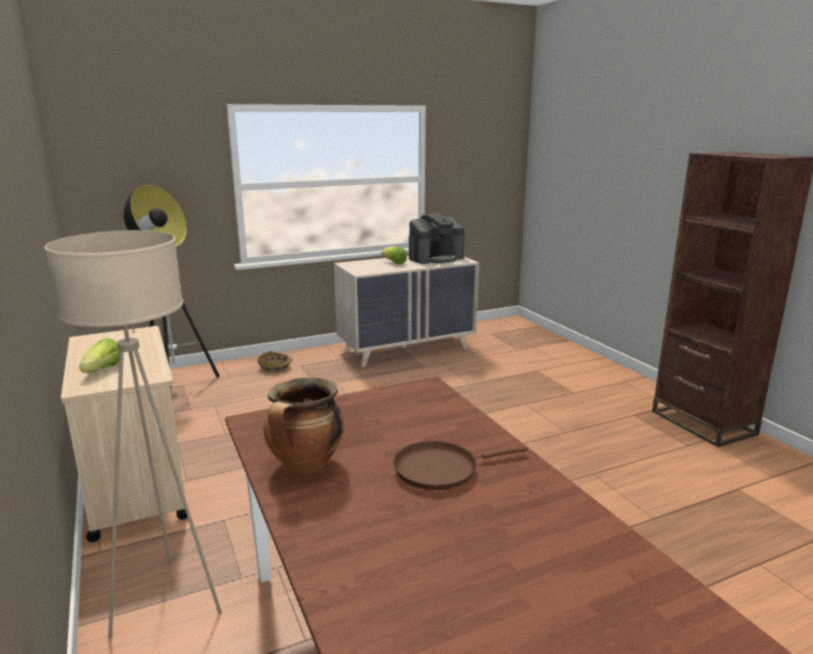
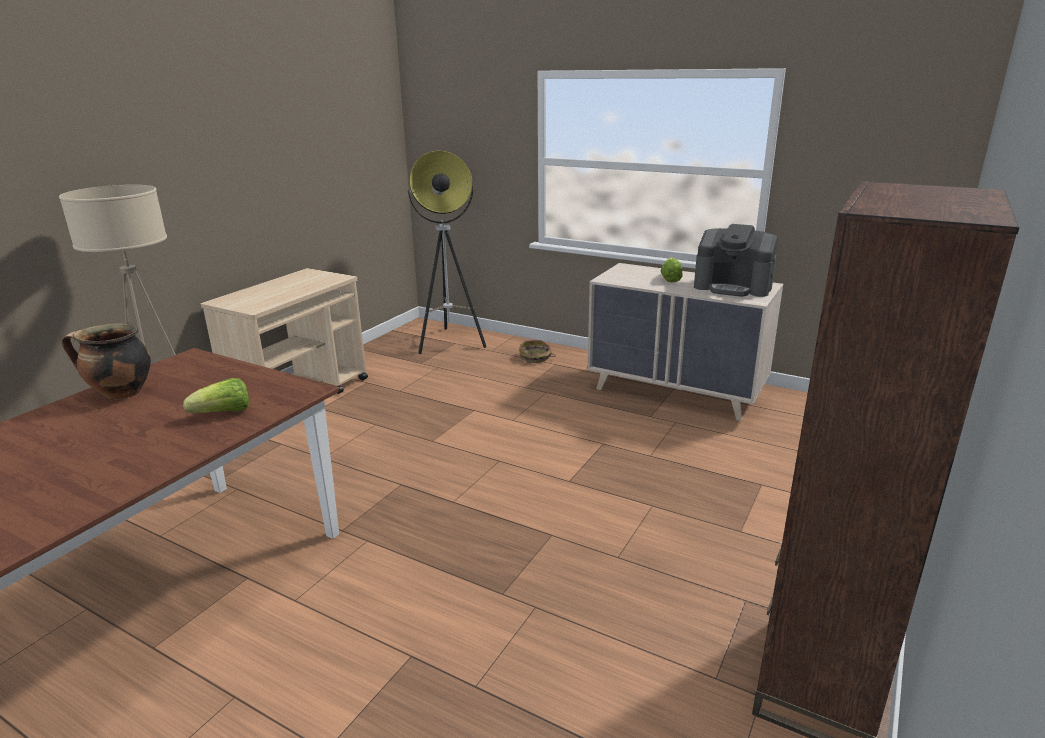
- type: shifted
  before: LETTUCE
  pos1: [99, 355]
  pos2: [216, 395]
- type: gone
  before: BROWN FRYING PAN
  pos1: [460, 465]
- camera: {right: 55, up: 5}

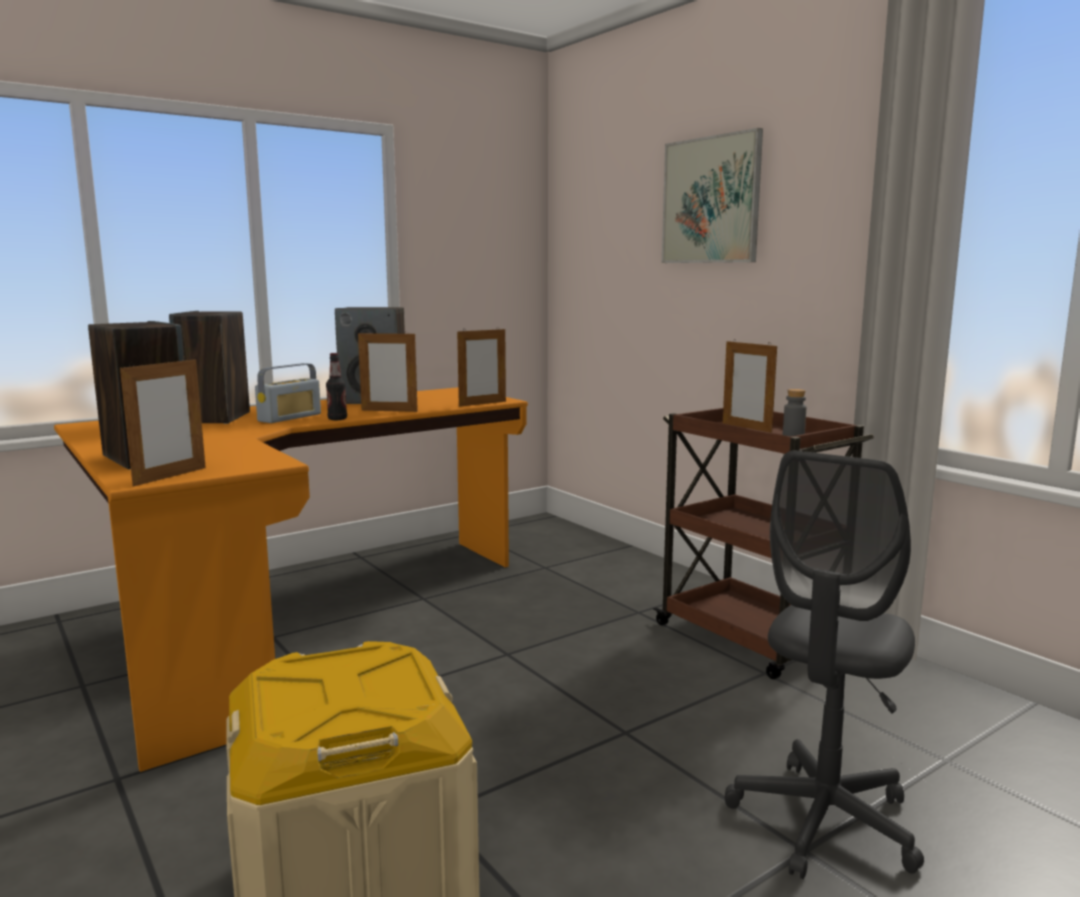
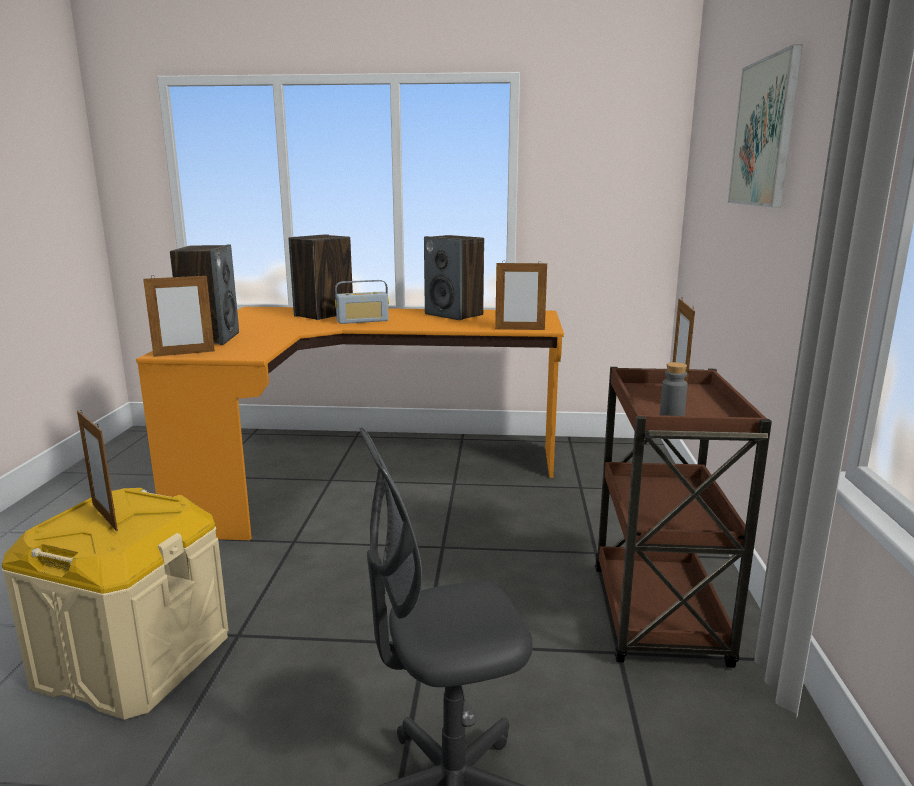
- type: shifted
  before: PICTURE FRAME
  pos1: [388, 371]
  pos2: [97, 470]
- type: gone
  before: BOTTLE
  pos1: [336, 386]
- camera: {right: 40, up: 5}

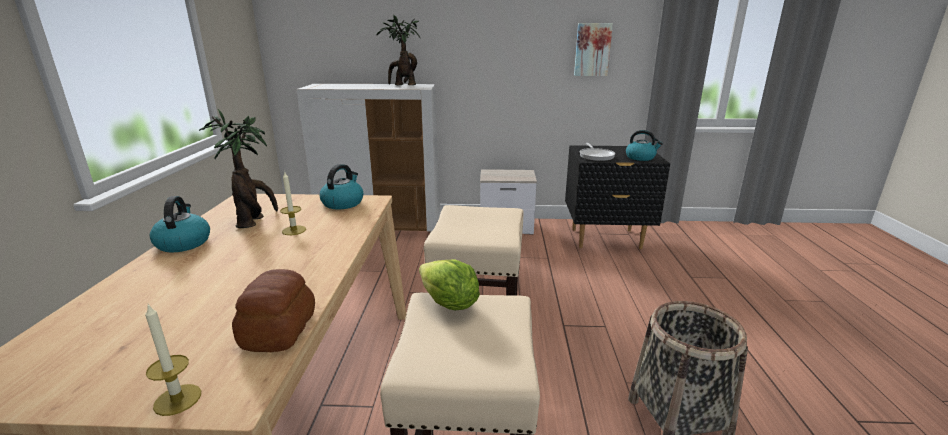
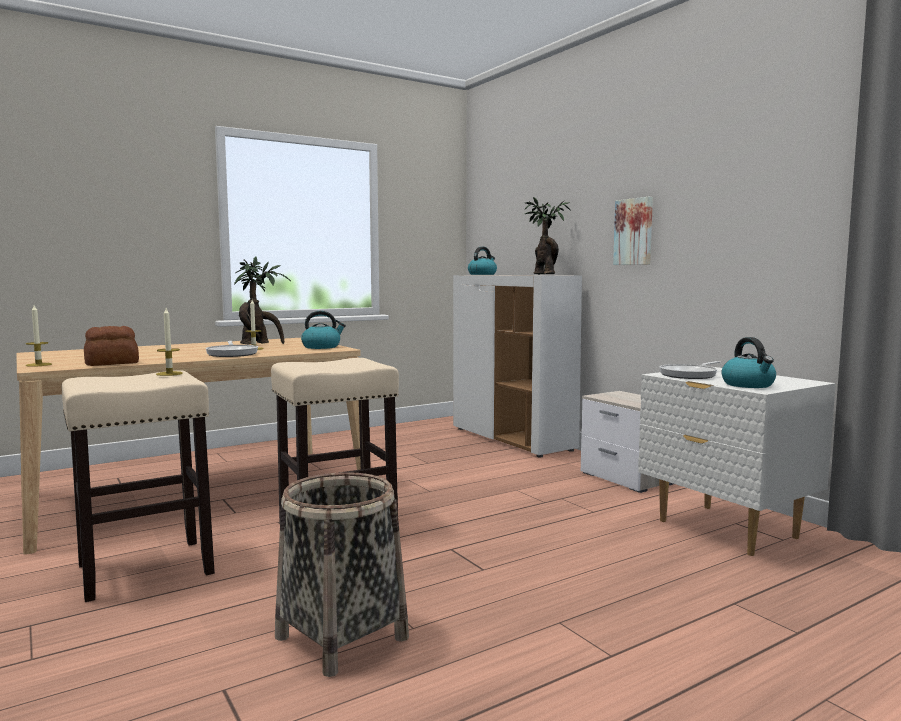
- type: shifted
  before: PICTURE
  pos1: [593, 49]
  pos2: [633, 231]
- type: repainted
  before: BLACK NIGHTSTAND
  after: WHITE NIGHTSTAND
  pos1: [617, 197]
  pos2: [737, 461]
- type: shifted
  before: KETTLE
  pos1: [180, 224]
  pos2: [482, 261]
- type: swapped
  before: LETTUCE
  after: CANDLE
  pos1: [449, 285]
  pos2: [169, 342]
- type: new
  after: FRYING PAN
  pos2: [232, 349]
- camera: {right: 55, up: -15}

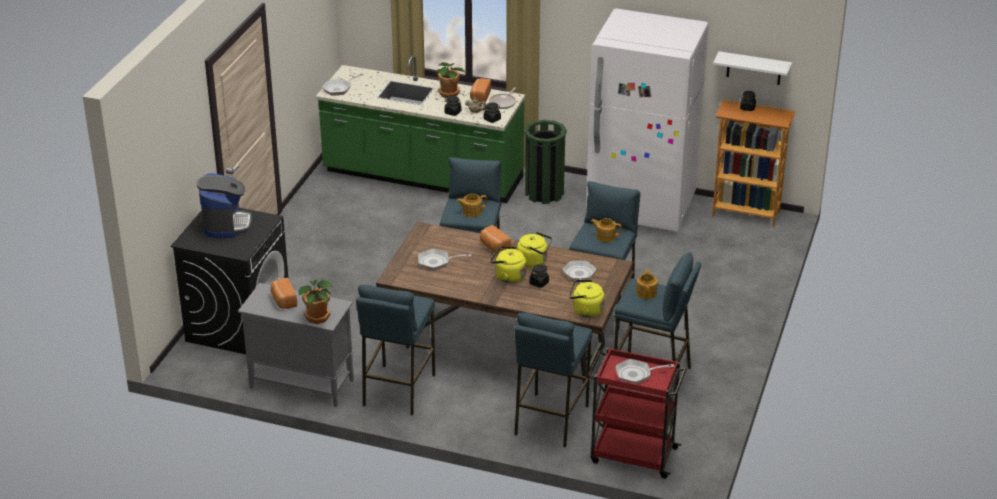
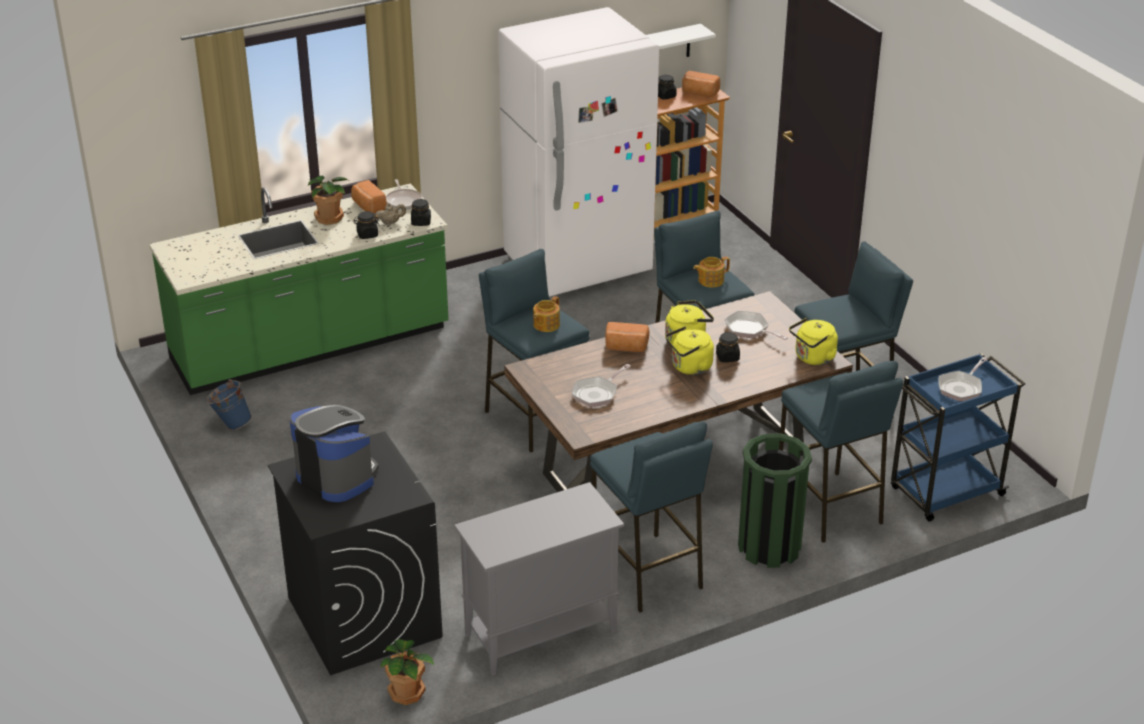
- type: gone
  before: FRYING PAN
  pos1: [343, 84]
- type: shifted
  before: GREEN TRASH CAN
  pos1: [545, 162]
  pos2: [775, 501]
- type: gone
  before: TEAPOT
  pos1: [647, 284]
- type: shifted
  before: BREAD
  pos1: [284, 293]
  pos2: [701, 84]
- type: shifted
  before: POTTED PLANT
  pos1: [315, 302]
  pos2: [407, 672]
- type: repainted
  before: RED CART
  after: BLUE CART
  pos1: [637, 413]
  pos2: [958, 437]
- type: new
  after: BLUE BUCKET
  pos2: [229, 404]
- camera: {right: -45, up: 0}

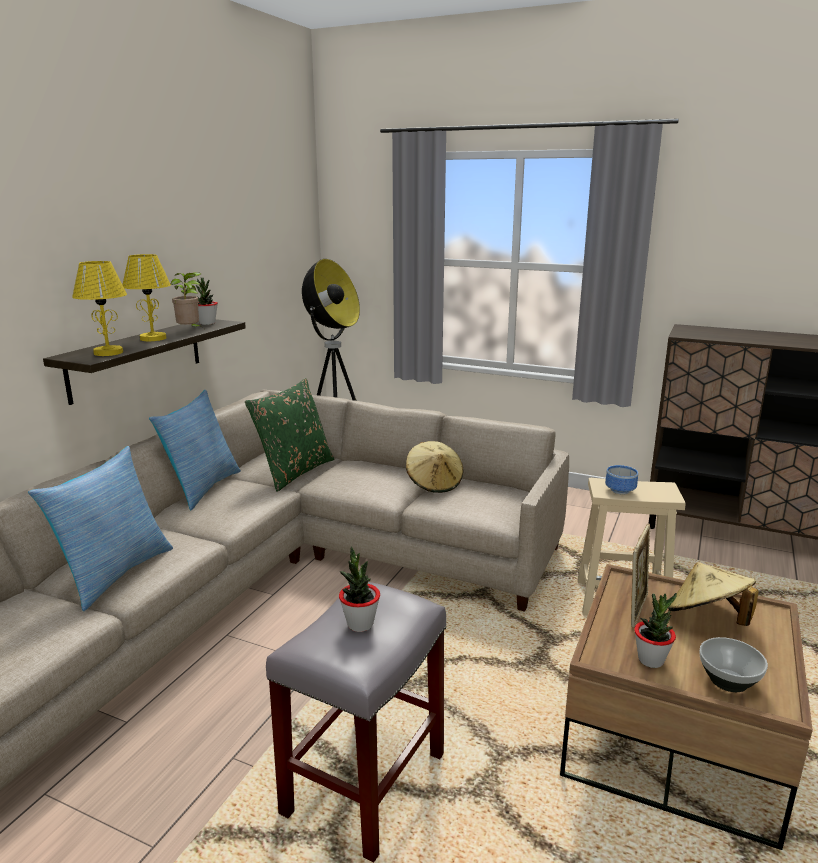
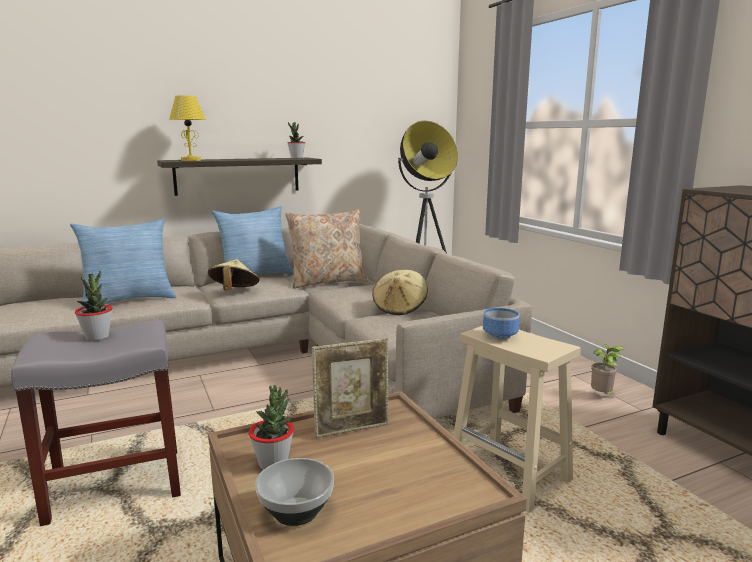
- type: gone
  before: YELLOW TABLE LAMP
  pos1: [146, 297]
- type: shifted
  before: POTTED PLANT
  pos1: [186, 299]
  pos2: [608, 369]
- type: repainted
  before: GREEN PILLOW
  after: BEIGE PILLOW
  pos1: [289, 435]
  pos2: [326, 249]
- type: shifted
  before: BEIGE HAT
  pos1: [713, 594]
  pos2: [233, 275]
- camera: {right: 40, up: -5}

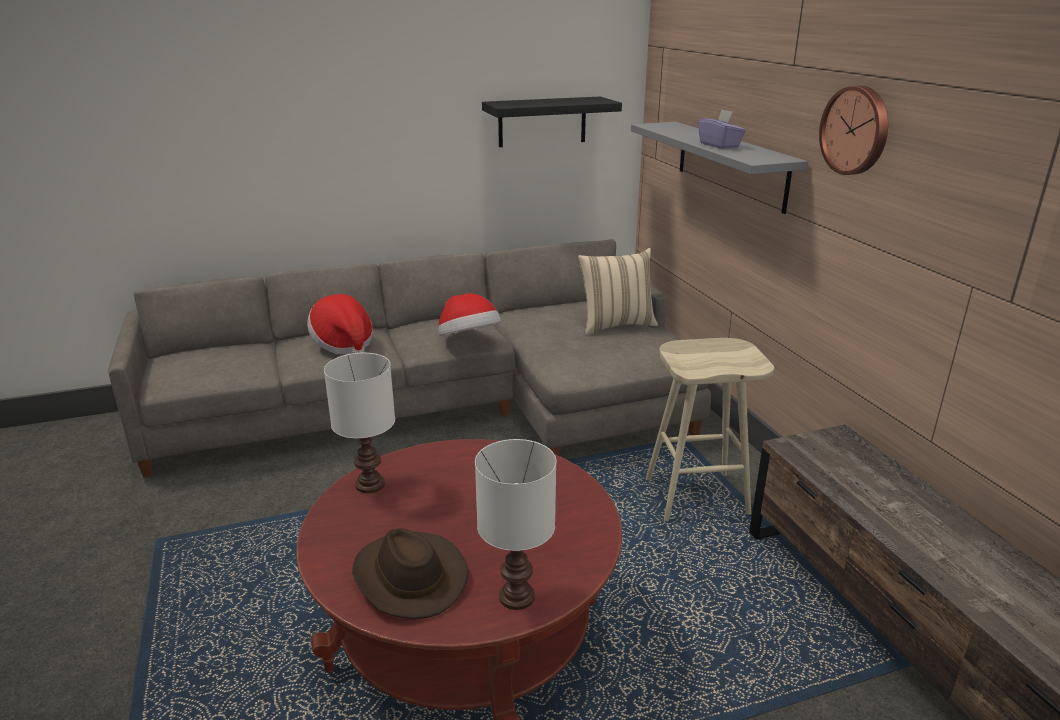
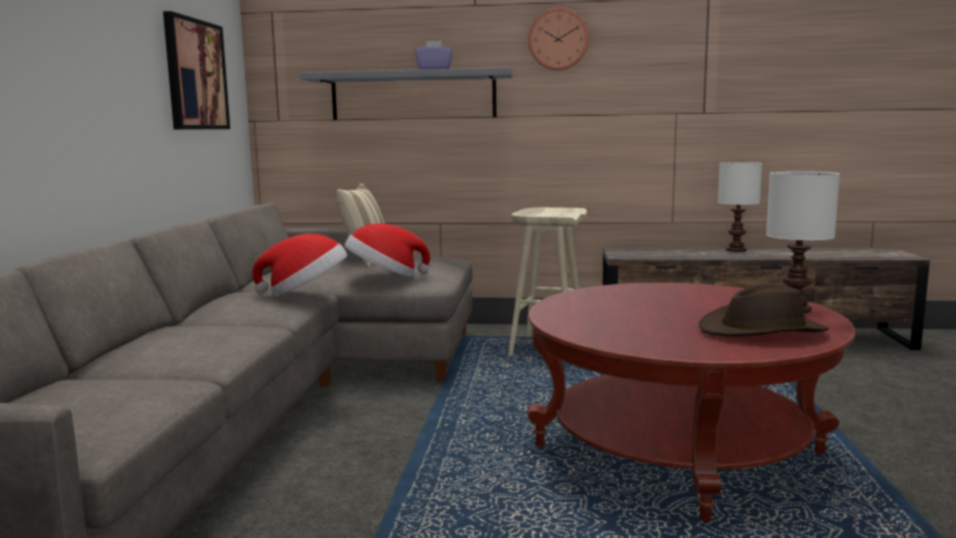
- type: swapped
  before: BLACK SHELF
  after: PICTURE
  pos1: [552, 121]
  pos2: [196, 70]
- type: shifted
  before: HAT
  pos1: [340, 324]
  pos2: [387, 250]
- type: shifted
  before: WHITE TABLE LAMP
  pos1: [359, 423]
  pos2: [740, 207]
- camera: {right: -65, up: -15}

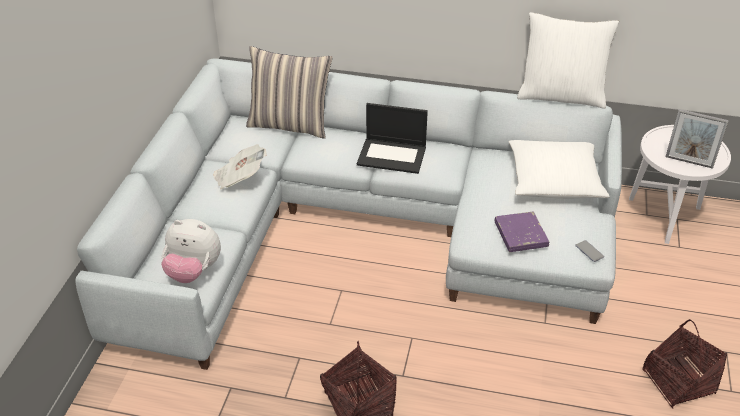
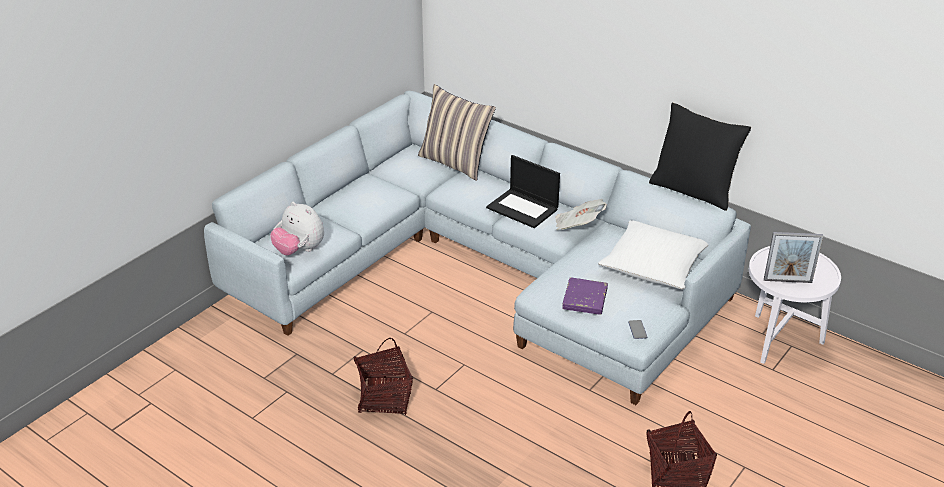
- type: repainted
  before: WHITE PILLOW
  after: BLACK PILLOW
  pos1: [568, 60]
  pos2: [700, 156]
- type: rotated
  before: PICTURE FRAME
  pos1: [697, 139]
  pos2: [793, 257]
  turn: -45
- type: shifted
  before: NEWSPAPER
  pos1: [240, 167]
  pos2: [581, 214]
- camera: {right: 25, up: -5}

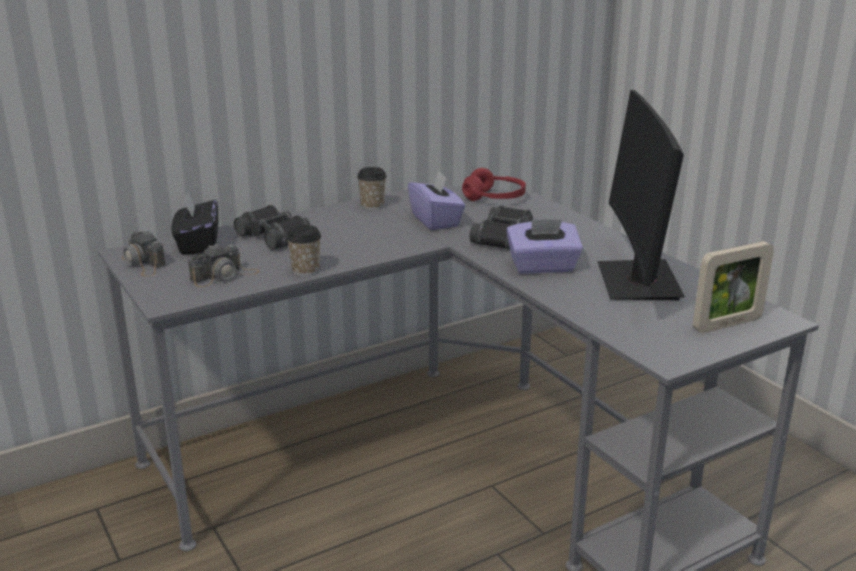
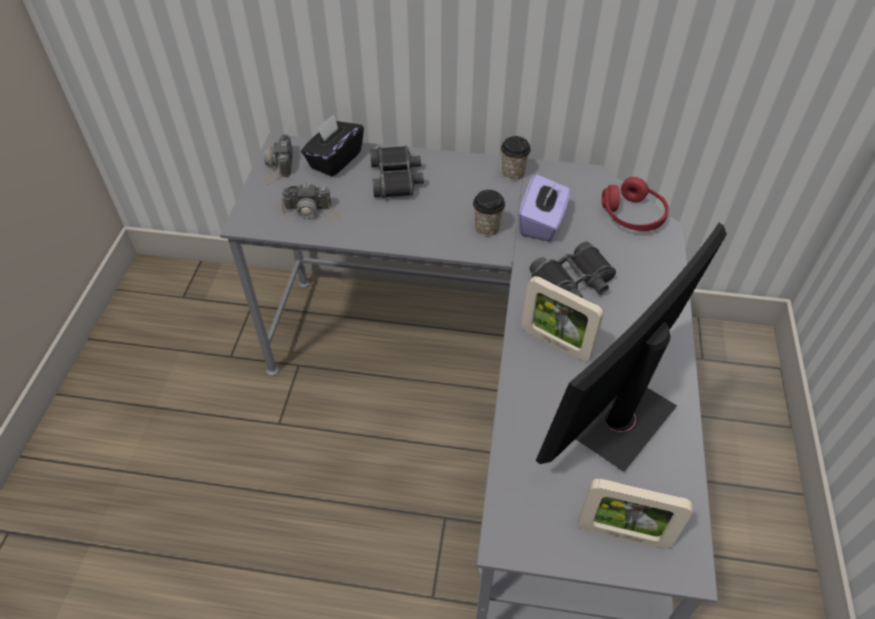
- type: swapped
  before: PURPLE TISSUE BOX
  after: PICTURE FRAME
  pos1: [544, 246]
  pos2: [563, 318]
- type: shifted
  before: CUP
  pos1: [303, 250]
  pos2: [489, 213]
- camera: {right: 40, up: 25}

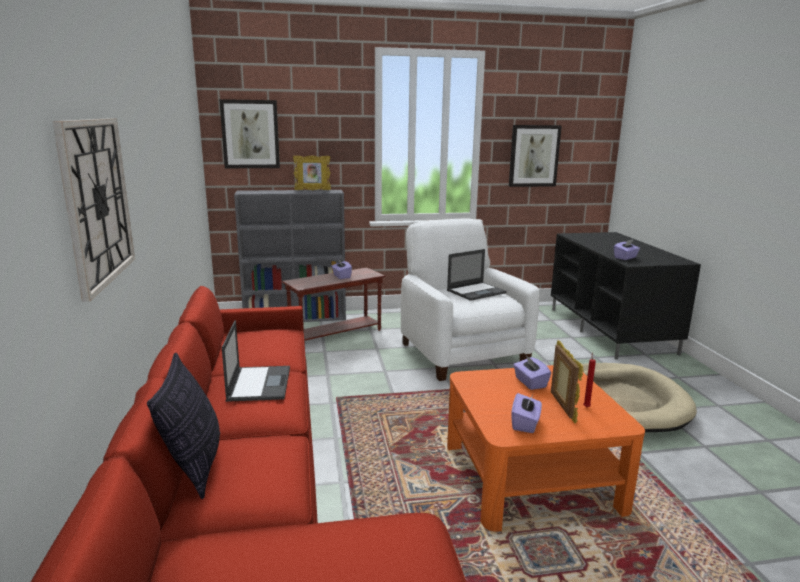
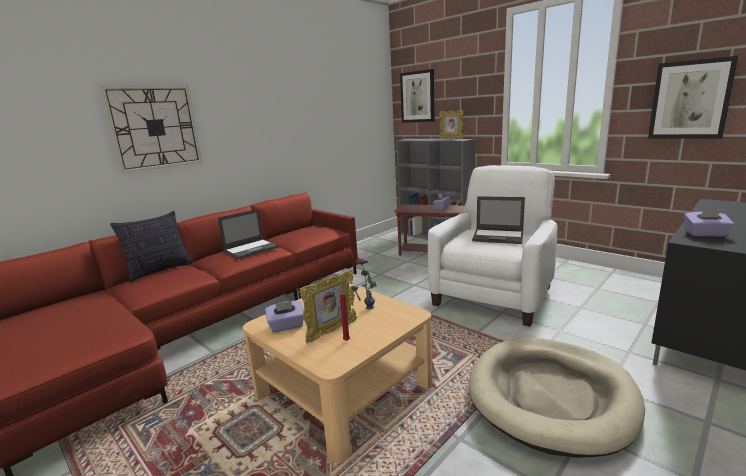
- type: swapped
  before: PURPLE TISSUE BOX
  after: VASE
  pos1: [532, 372]
  pos2: [364, 283]
- type: repainted
  before: ORANGE COFFEE TABLE
  after: BEIGE COFFEE TABLE
  pos1: [546, 448]
  pos2: [337, 372]
- camera: {right: 55, up: 0}

